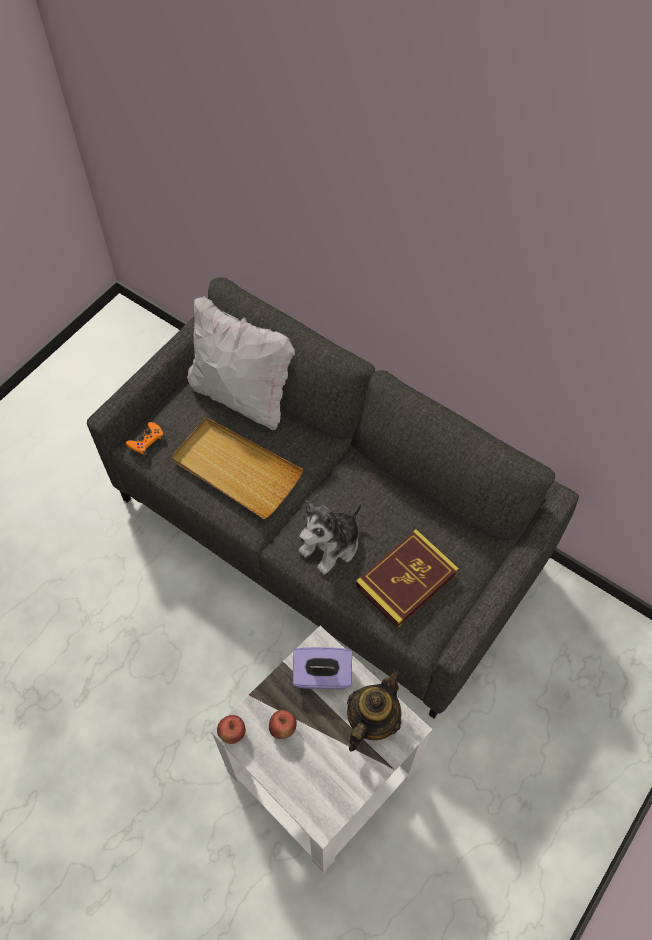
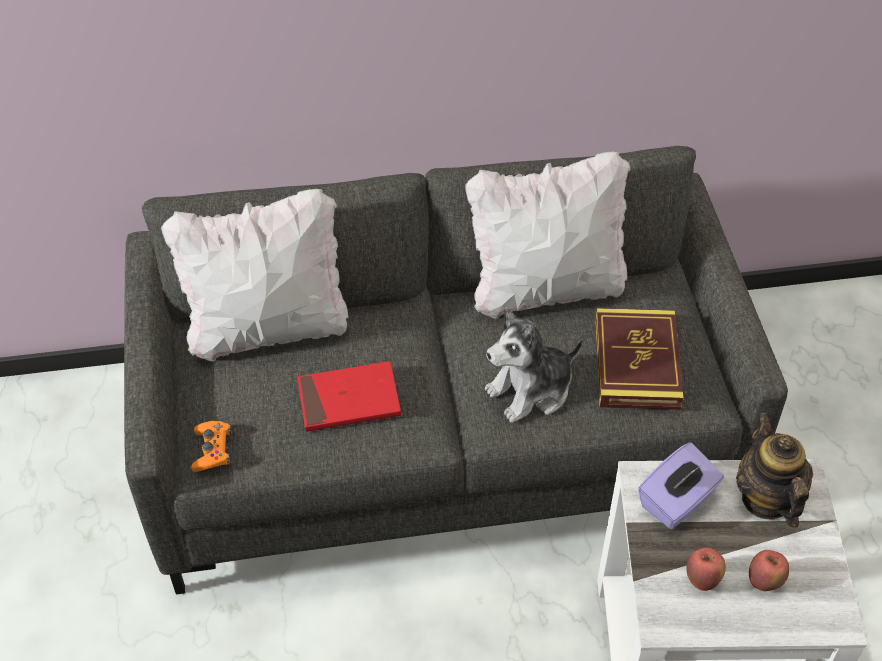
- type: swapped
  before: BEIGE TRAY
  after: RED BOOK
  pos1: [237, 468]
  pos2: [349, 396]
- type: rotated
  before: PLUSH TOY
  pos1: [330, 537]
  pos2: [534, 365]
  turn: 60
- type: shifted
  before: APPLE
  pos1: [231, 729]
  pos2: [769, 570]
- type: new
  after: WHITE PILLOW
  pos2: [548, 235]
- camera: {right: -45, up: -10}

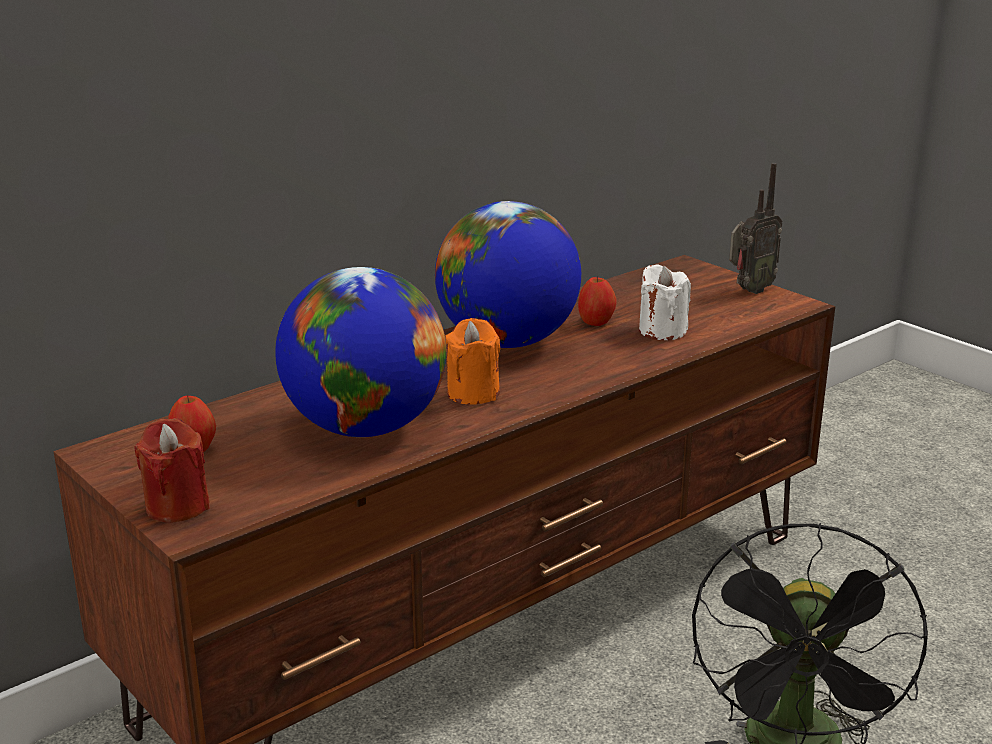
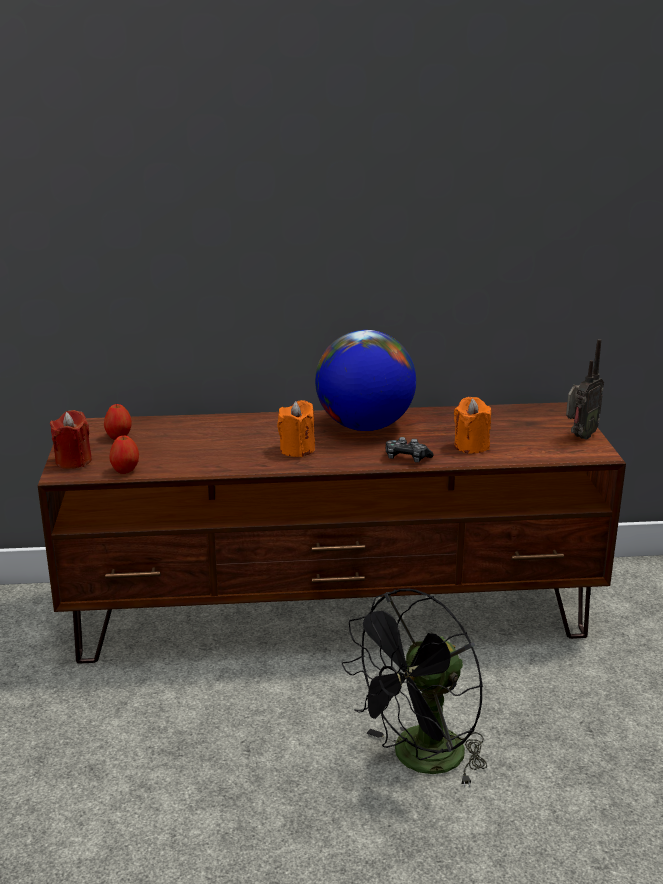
- type: rotated
  before: RADIO
  pos1: [755, 228]
  pos2: [585, 389]
  turn: -45
- type: repainted
  before: WHITE CANDLE
  after: ORANGE CANDLE
  pos1: [665, 302]
  pos2: [472, 425]
- type: gone
  before: GLOBE
  pos1: [361, 352]
- type: shifted
  before: APPLE
  pos1: [597, 301]
  pos2: [124, 454]
- type: new
  after: GAME CONTROLLER
  pos2: [410, 450]
- camera: {right: 35, up: 0}

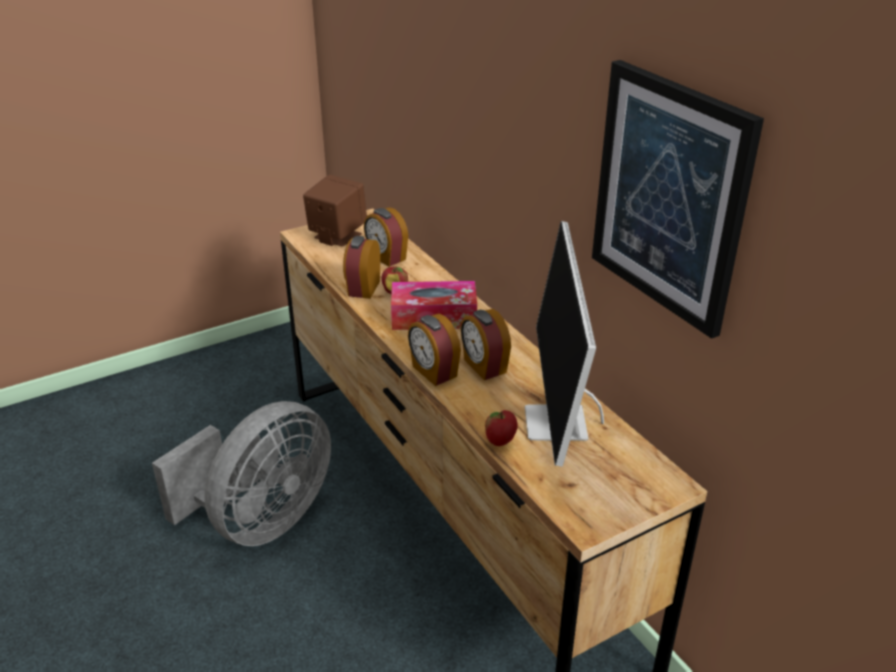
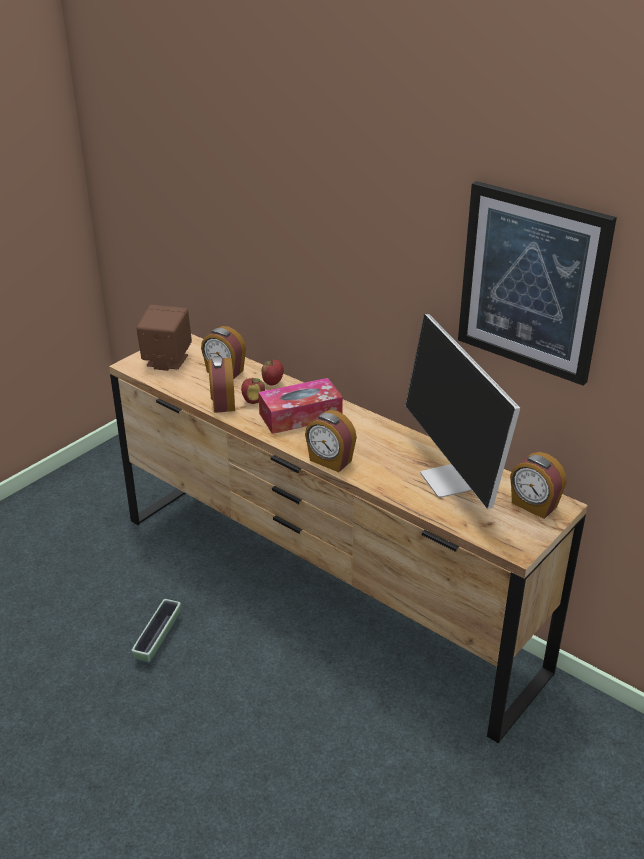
- type: shifted
  before: ALARM CLOCK
  pos1: [486, 344]
  pos2: [538, 485]
- type: swapped
  before: GREY FAN
  after: PLANTER
  pos1: [241, 473]
  pos2: [156, 632]
- type: shifted
  before: APPLE
  pos1: [501, 428]
  pos2: [273, 373]
- camera: {right: -20, up: 0}

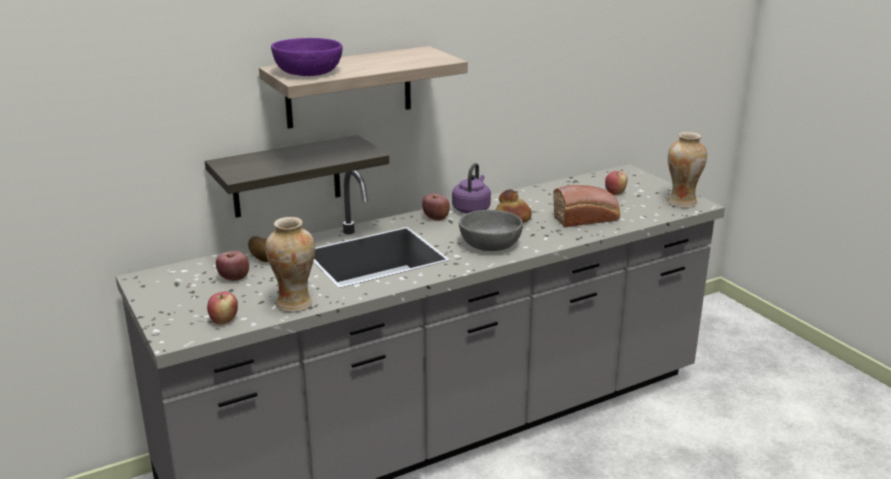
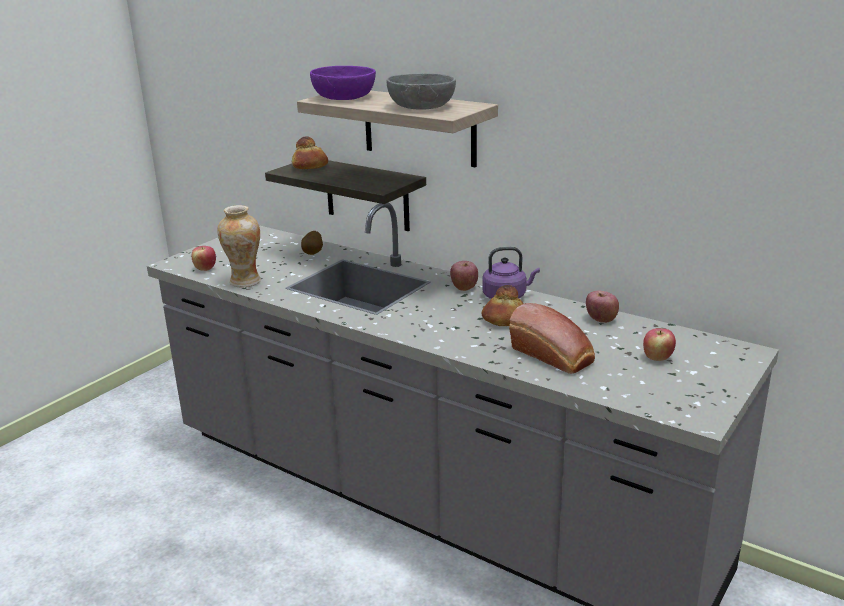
- type: gone
  before: VASE
  pos1: [687, 170]
- type: shifted
  before: GREY BOWL
  pos1: [491, 230]
  pos2: [421, 91]
- type: shifted
  before: APPLE
  pos1: [232, 266]
  pos2: [602, 307]
- type: new
  after: BREAD
  pos2: [310, 152]
- camera: {right: 65, up: 0}

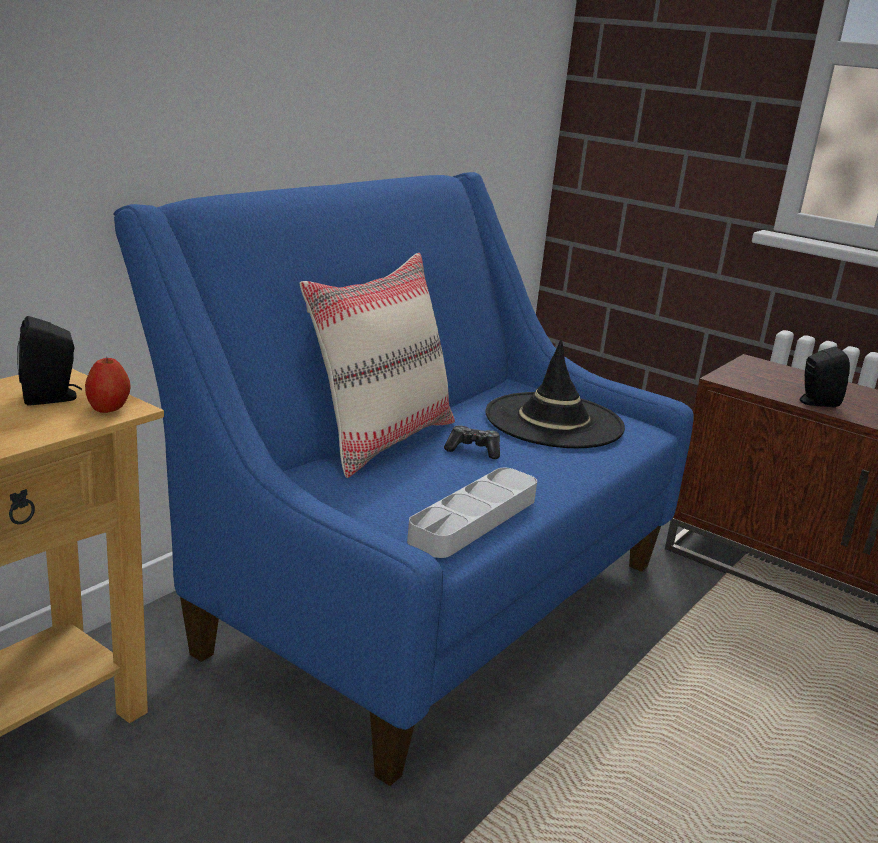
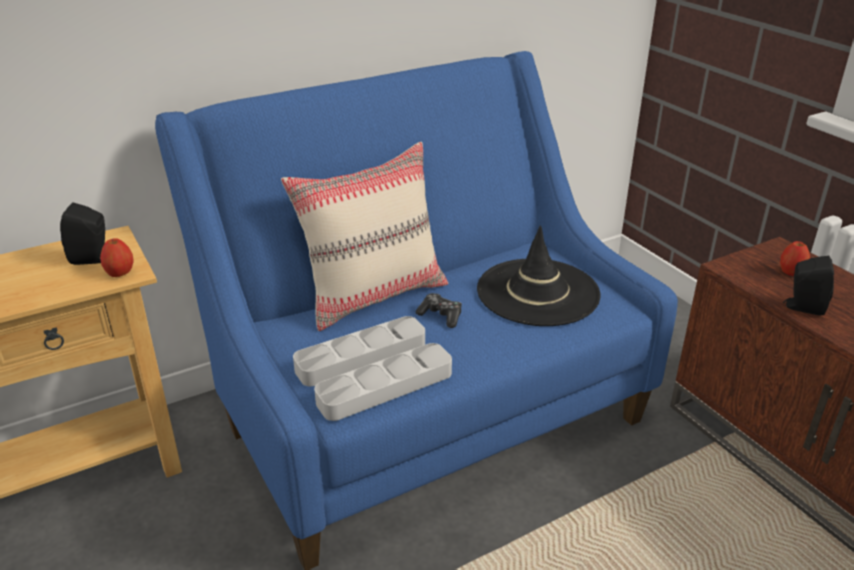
- type: new
  after: APPLE
  pos2: [795, 258]
- type: new
  after: GREY TRAY
  pos2: [359, 351]
- camera: {right: 25, up: 10}

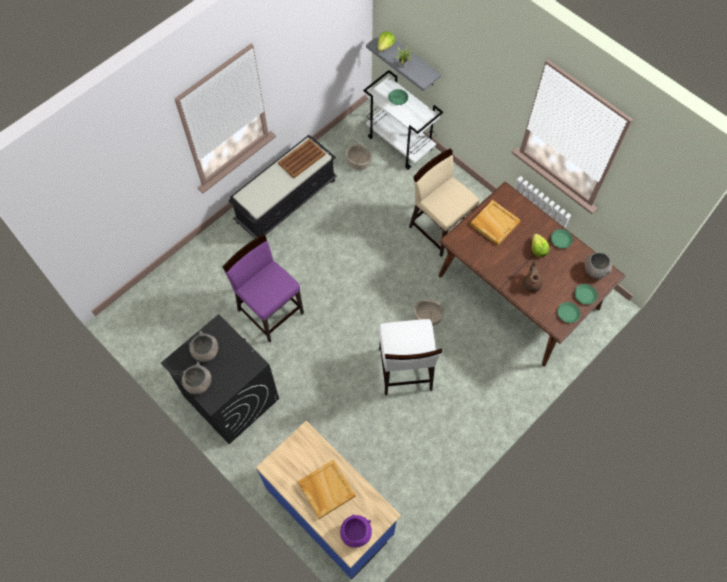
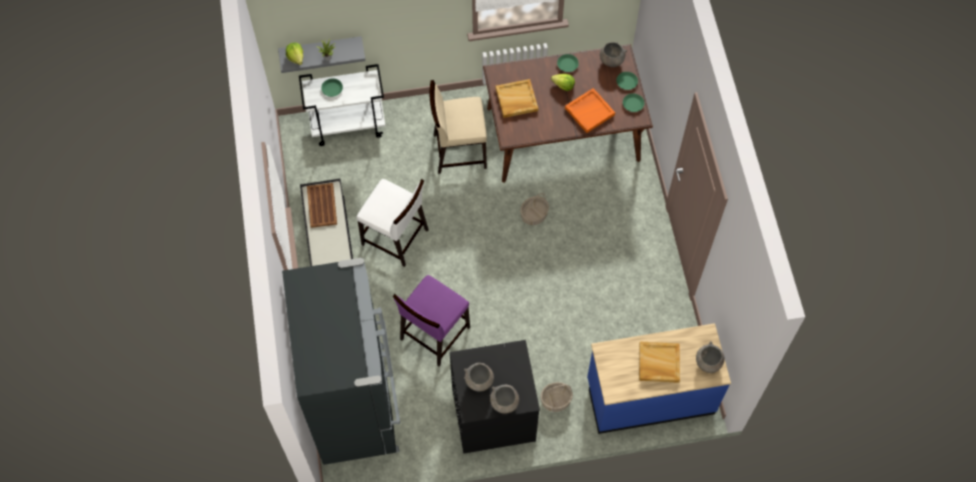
- type: shifted
  before: BASKET
  pos1: [359, 154]
  pos2: [556, 397]
- type: rotated
  before: PURPLE CHAIR
  pos1: [263, 288]
  pos2: [431, 320]
  turn: -45
- type: swapped
  before: BROWN TEAPOT
  after: ORANGE TRAY
  pos1: [532, 276]
  pos2: [590, 110]
- type: shifted
  before: WHITE CHAIR
  pos1: [410, 357]
  pos2: [392, 223]
- type: repainted
  before: PURPLE BOWL
  after: GREY BOWL
  pos1: [356, 531]
  pos2: [710, 357]
- type: new
  after: BLACK FRIDGE
  pos2: [341, 361]
- camera: {right: -55, up: 0}

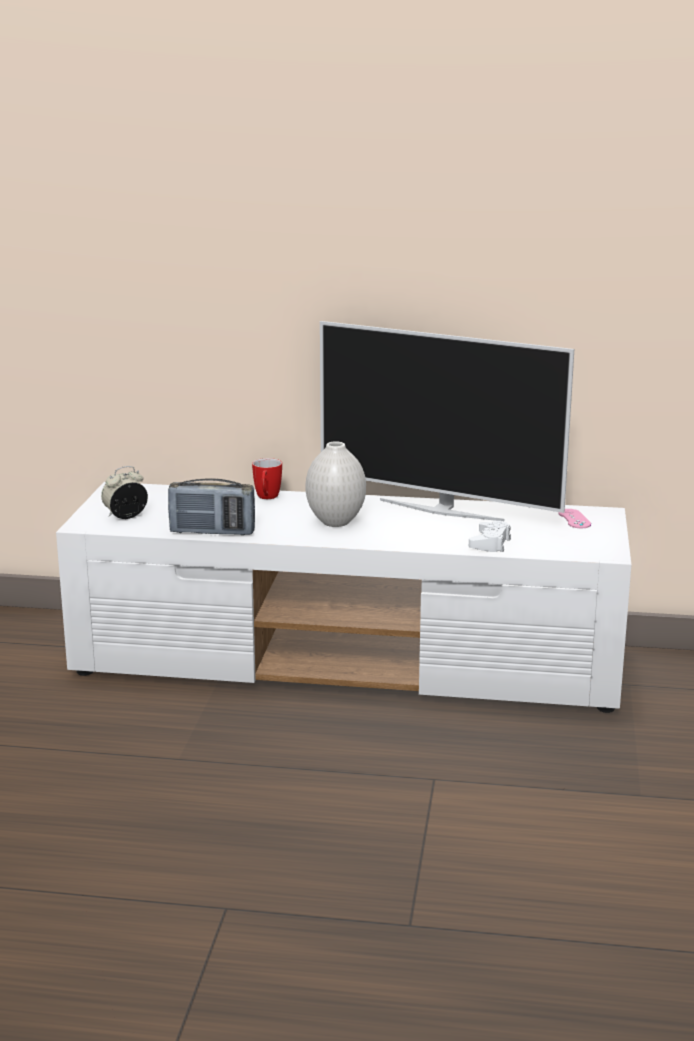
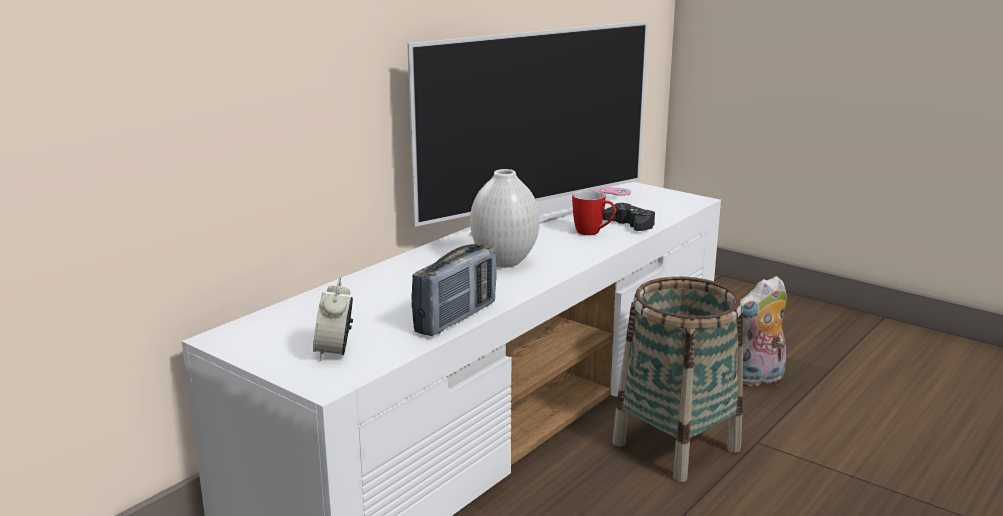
- type: shifted
  before: MUG
  pos1: [267, 478]
  pos2: [594, 212]
- type: repainted
  before: WHITE GAME CONTROLLER
  after: BLACK GAME CONTROLLER
  pos1: [490, 536]
  pos2: [629, 217]
- type: new
  after: PLUSH TOY
  pos2: [763, 331]
- type: new
  after: BASKET
  pos2: [677, 379]
- camera: {right: -60, up: 0}

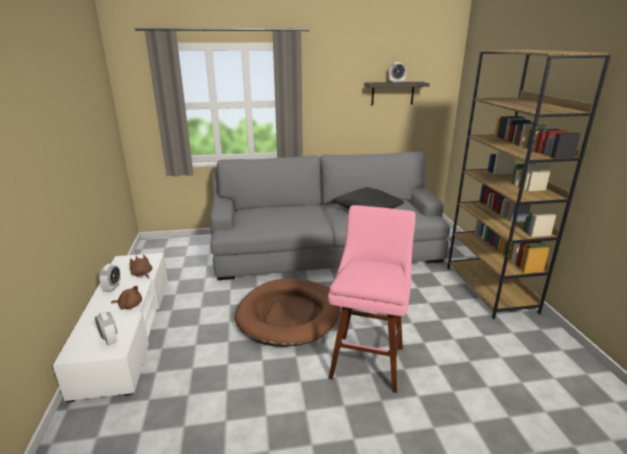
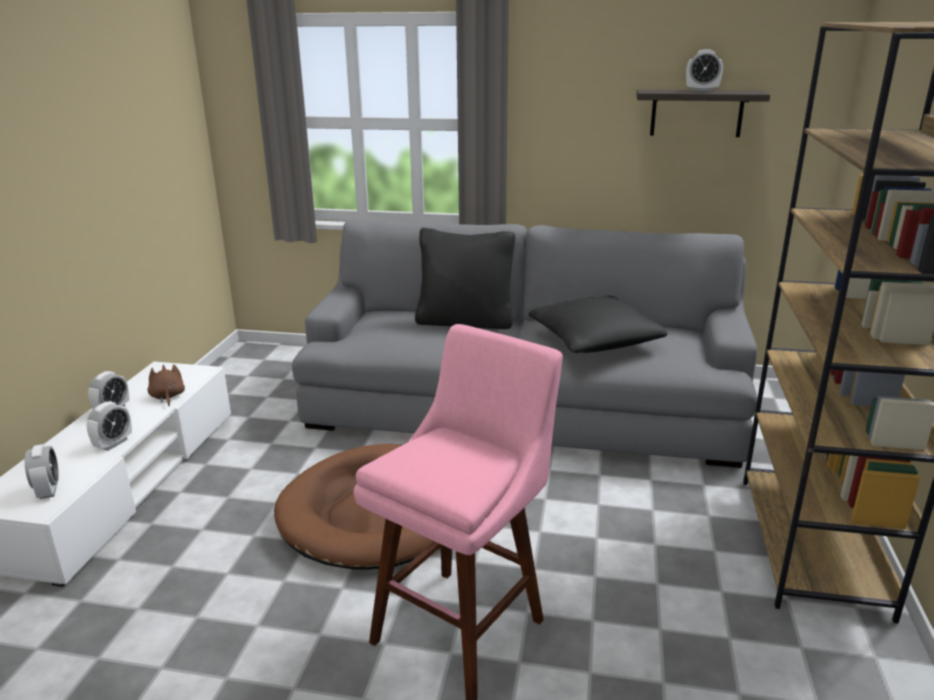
- type: swapped
  before: BROWN PLUSH TOY
  after: ALARM CLOCK
  pos1: [126, 298]
  pos2: [109, 426]
- type: new
  after: BLACK PILLOW
  pos2: [465, 278]
- camera: {right: 20, up: 0}

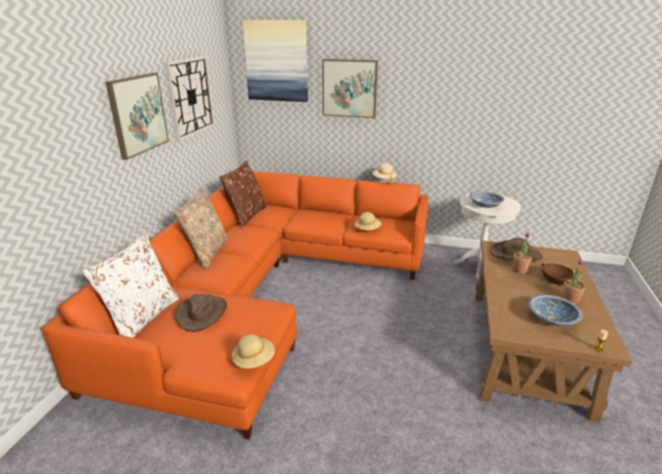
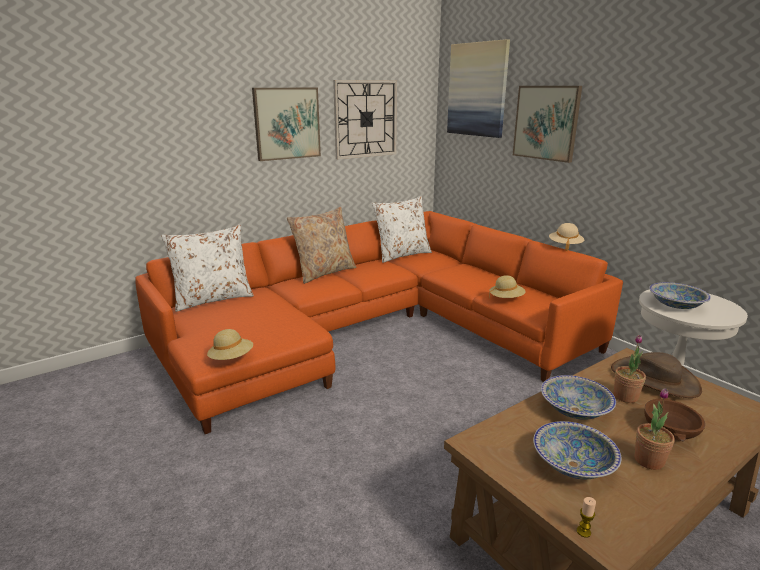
- type: repainted
  before: BROWN PILLOW
  after: WHITE PILLOW
  pos1: [242, 194]
  pos2: [402, 229]
- type: gone
  before: BROWN HAT
  pos1: [201, 313]
- type: new
  after: BOWL
  pos2: [578, 397]
- camera: {right: 40, up: -5}

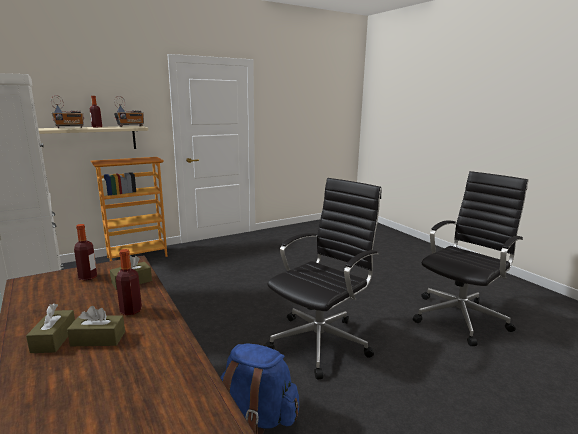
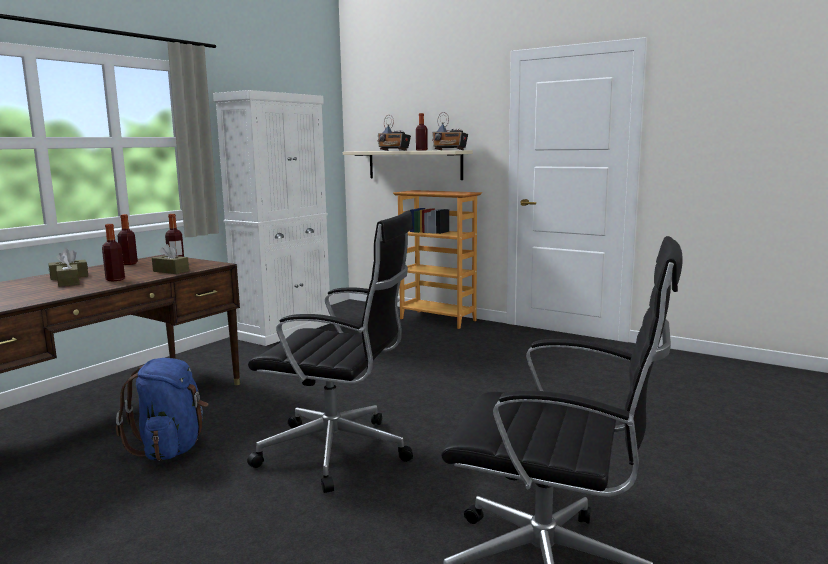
- type: new
  after: BOTTLE
  pos2: [128, 239]
- camera: {right: 65, up: -5}

